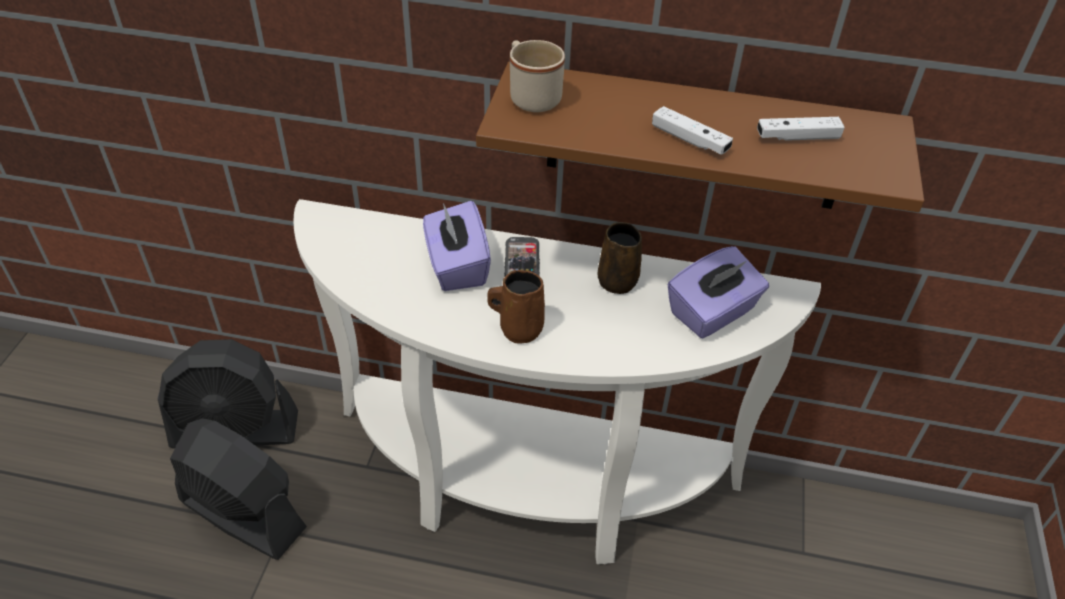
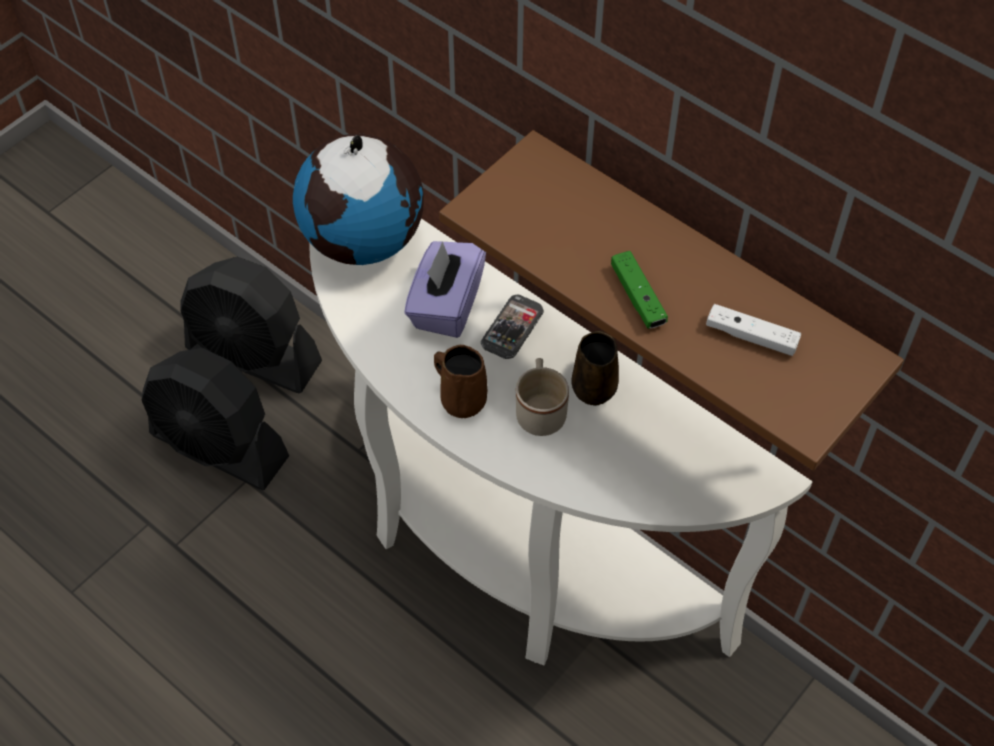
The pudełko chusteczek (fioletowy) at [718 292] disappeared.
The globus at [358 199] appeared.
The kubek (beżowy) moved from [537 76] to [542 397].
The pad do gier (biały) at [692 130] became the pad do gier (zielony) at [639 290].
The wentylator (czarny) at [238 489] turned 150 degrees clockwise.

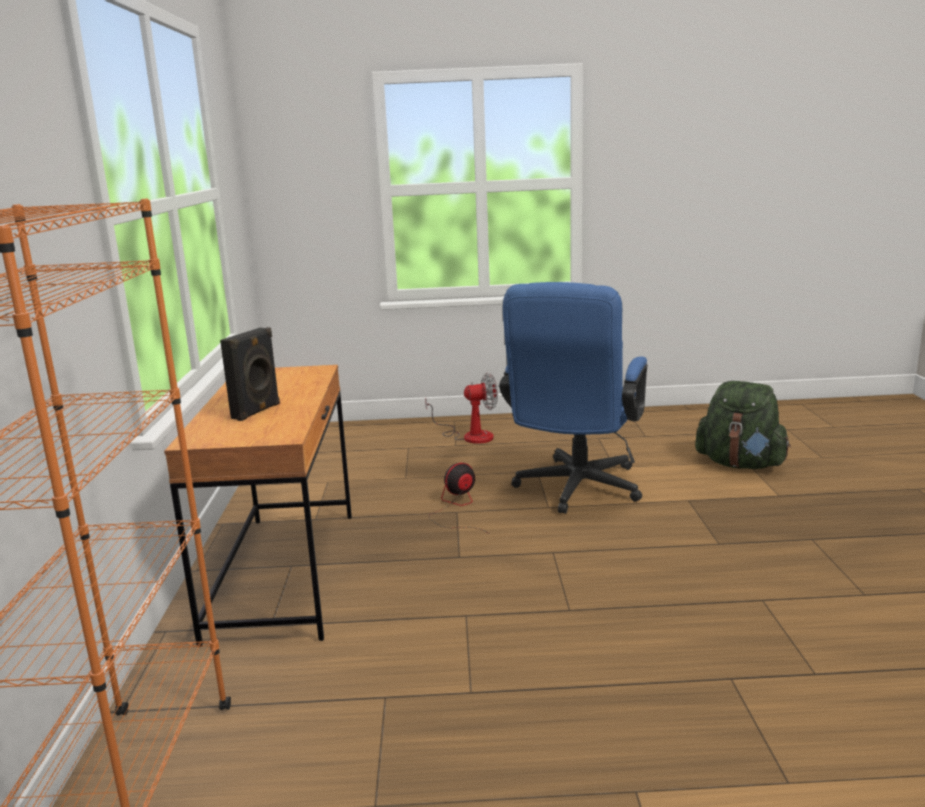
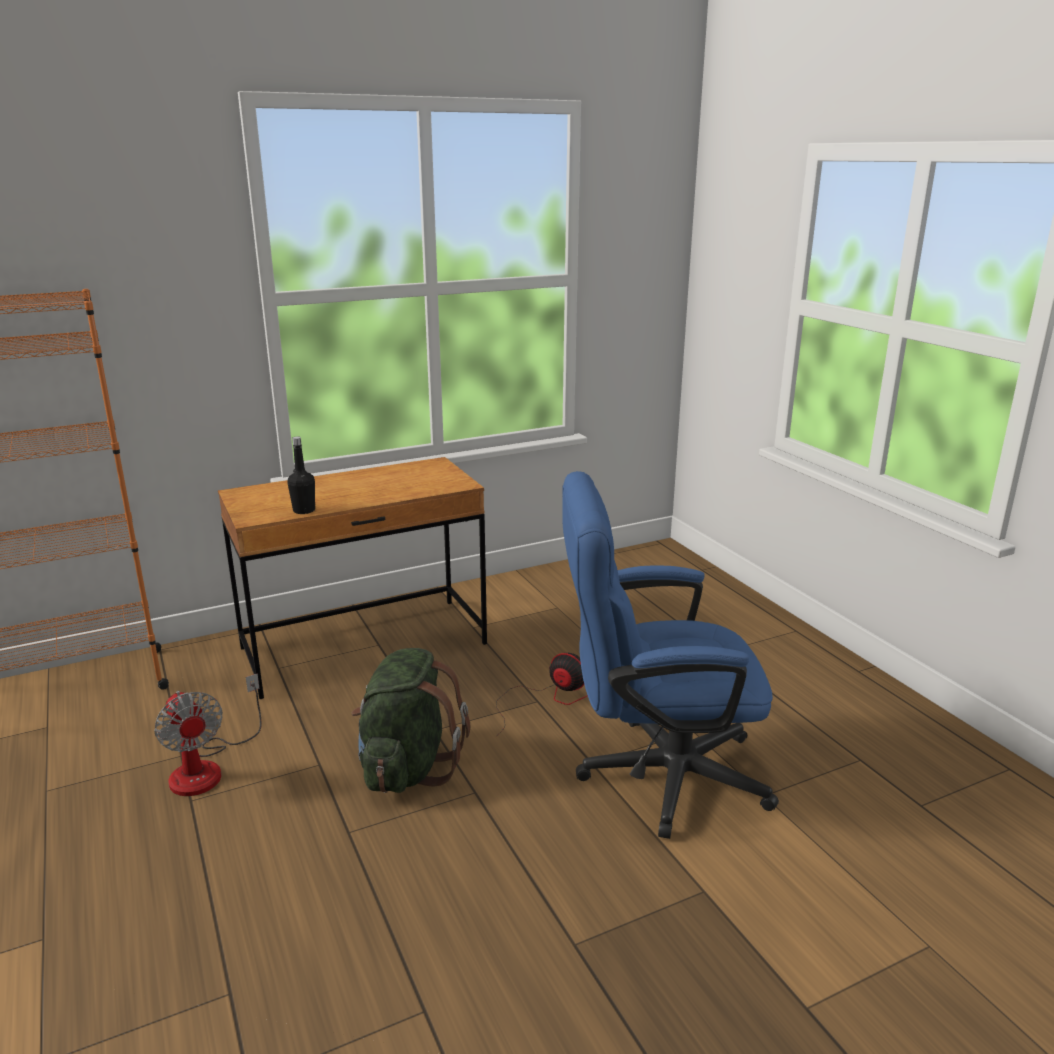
The głośnik (czarny) at [250 374] disappeared.
The butelka (czarny) at [301 475] appeared.
The wentylator moved from [461 408] to [207 735].
The plecak (zielony) moved from [743 425] to [411 720].

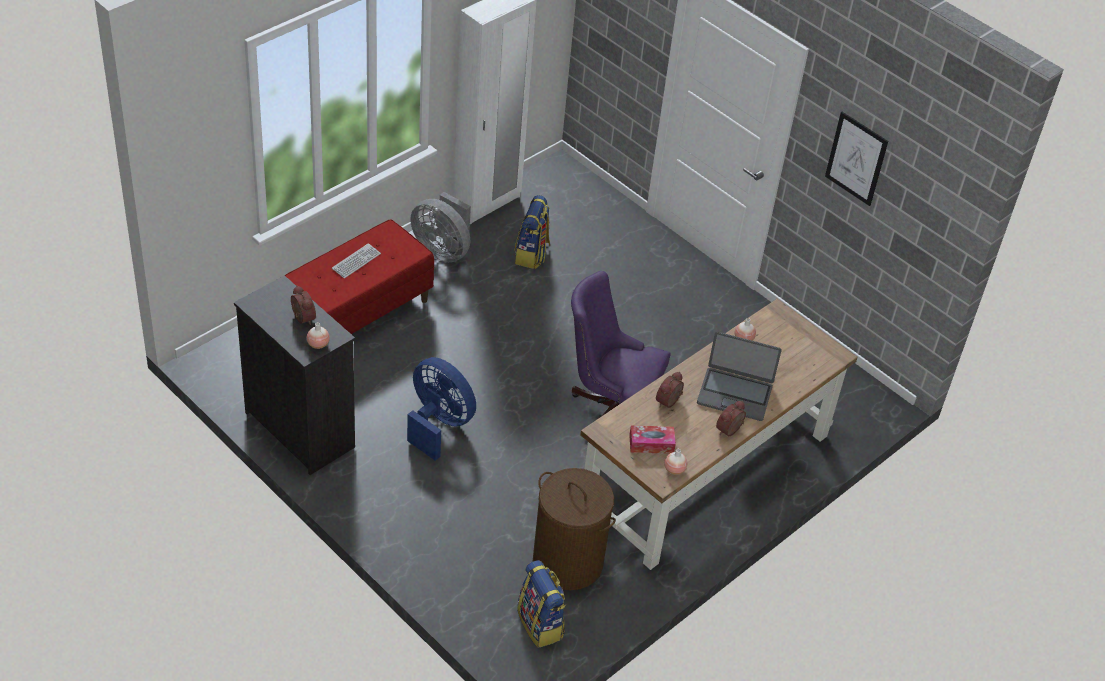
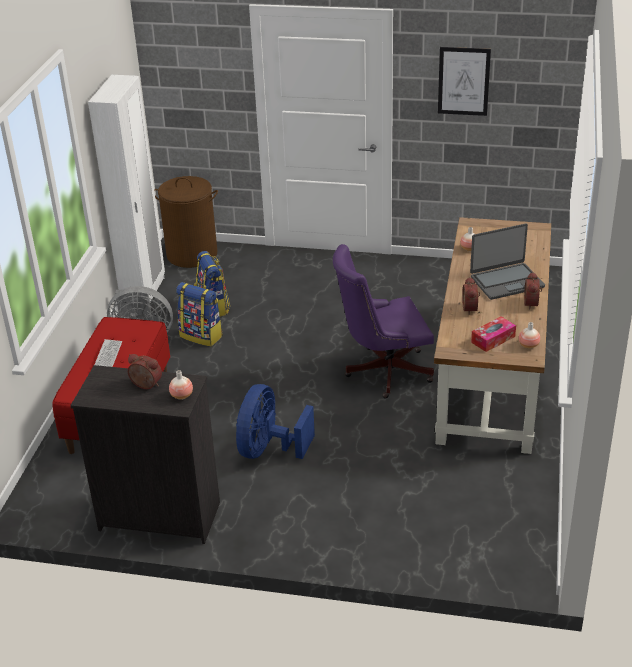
The plecak moved from [541 604] to [199 314].
The kosz na pranie (brązowy) moved from [574 529] to [186 222].
The wentylator (niebieski) at [441 409] turned 75 degrees counterclockwise.

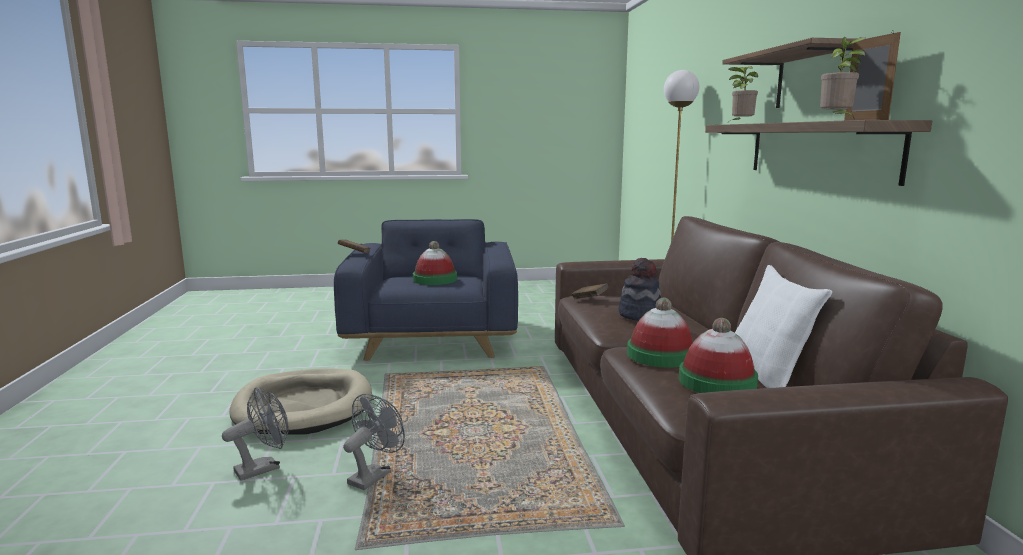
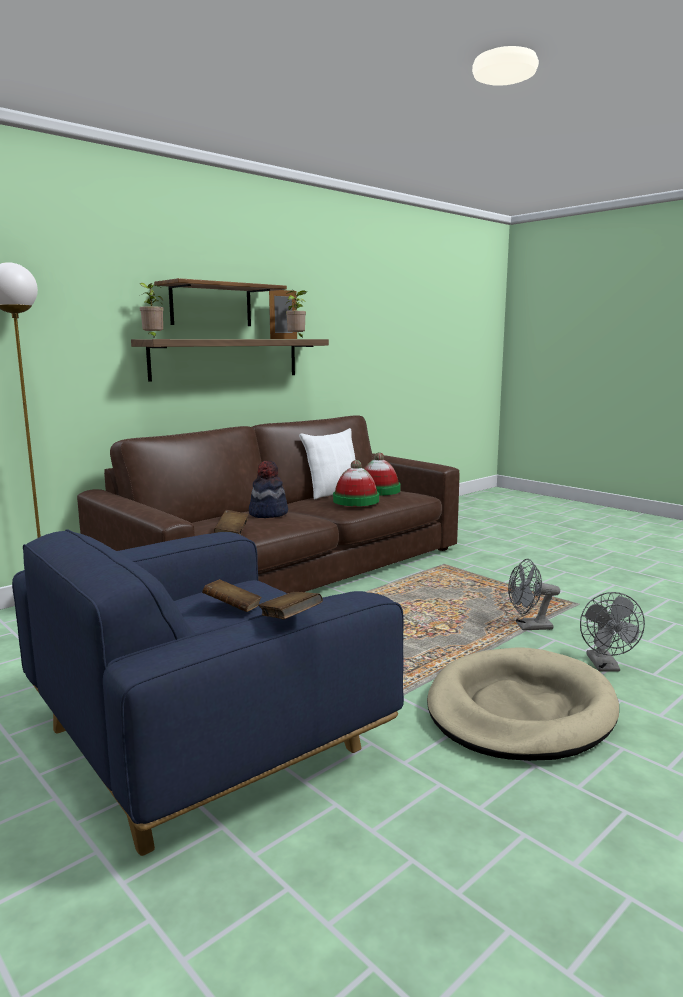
The kapelusz at [435 263] was replaced by the książka (brązowy) at [232 595].
The wentylator (szary) at [255 434] turned 105 degrees counterclockwise.

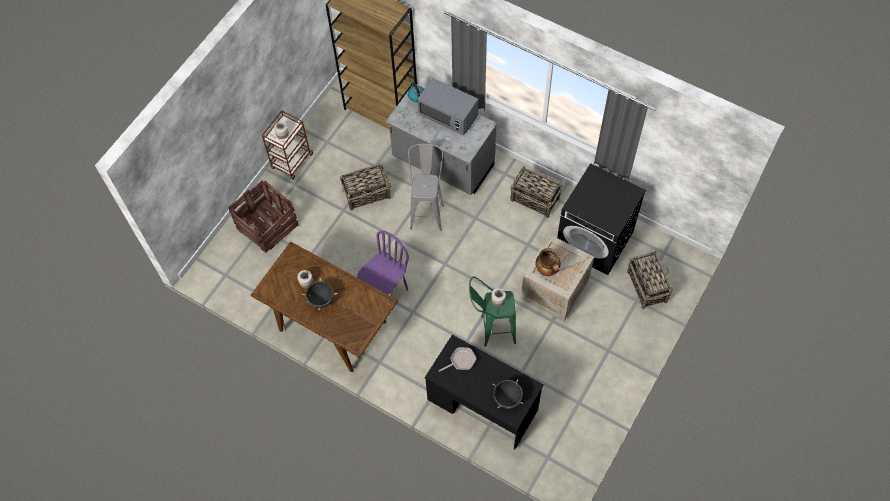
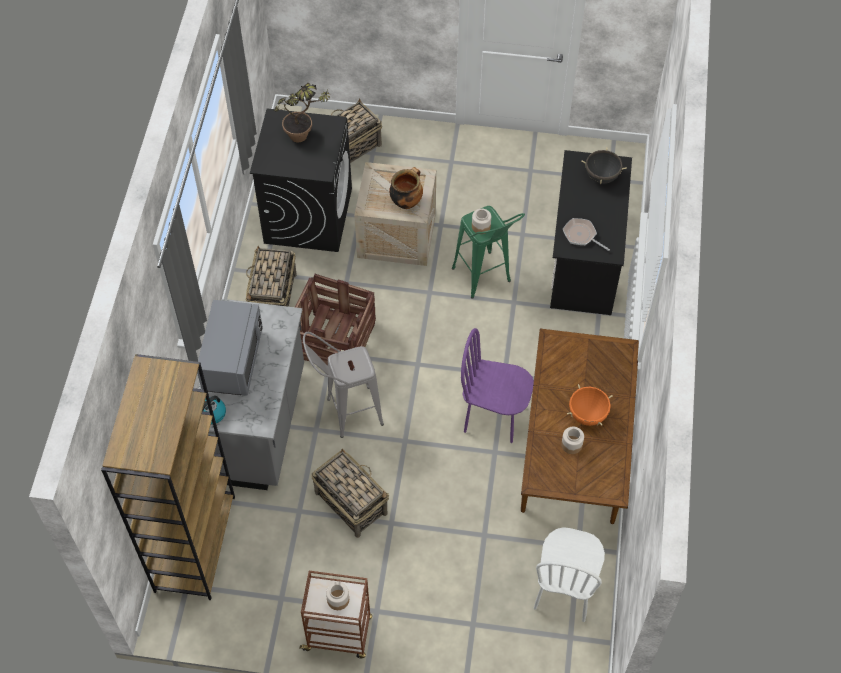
The roślina doniczkowa at [302 112] appeared.
The krzesło (biały) at [569 574] appeared.
The skrzynka moved from [263 217] to [335 322].
The garnek (czarny) at [319 293] became the garnek (pomarańczowy) at [590 405].

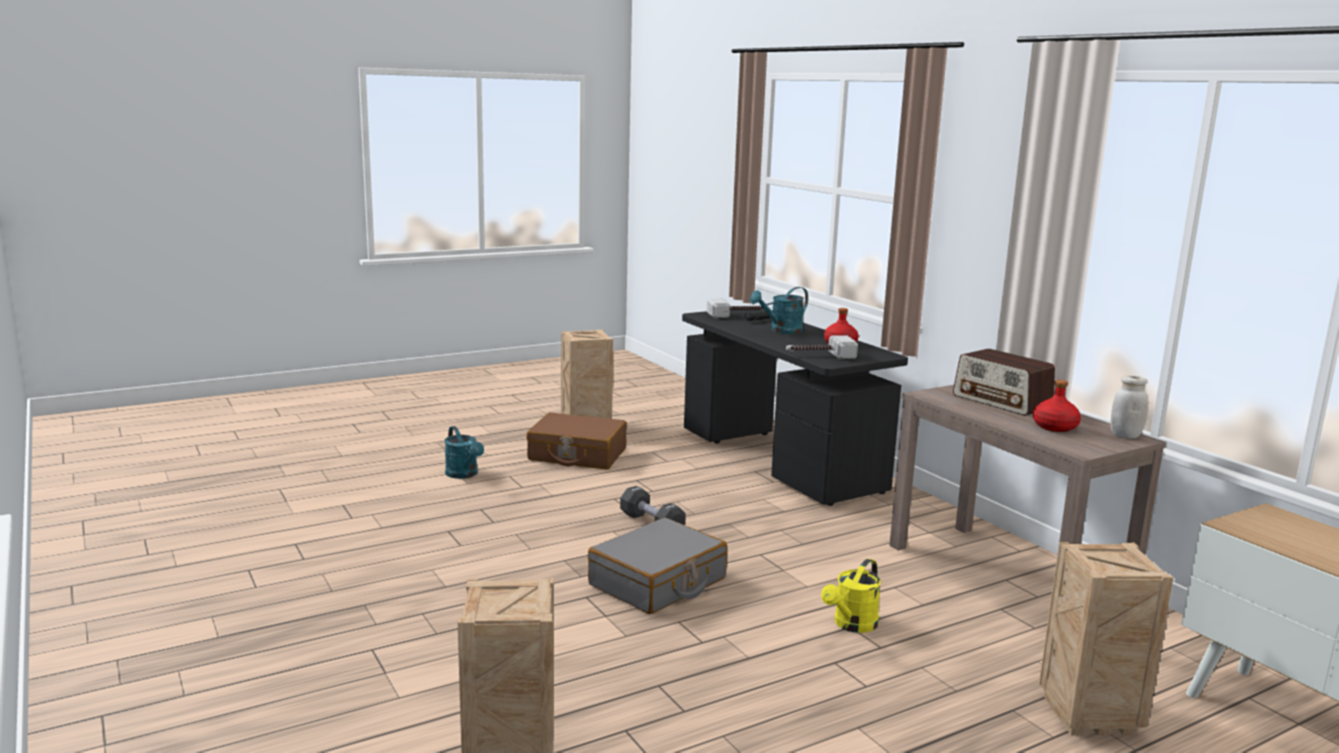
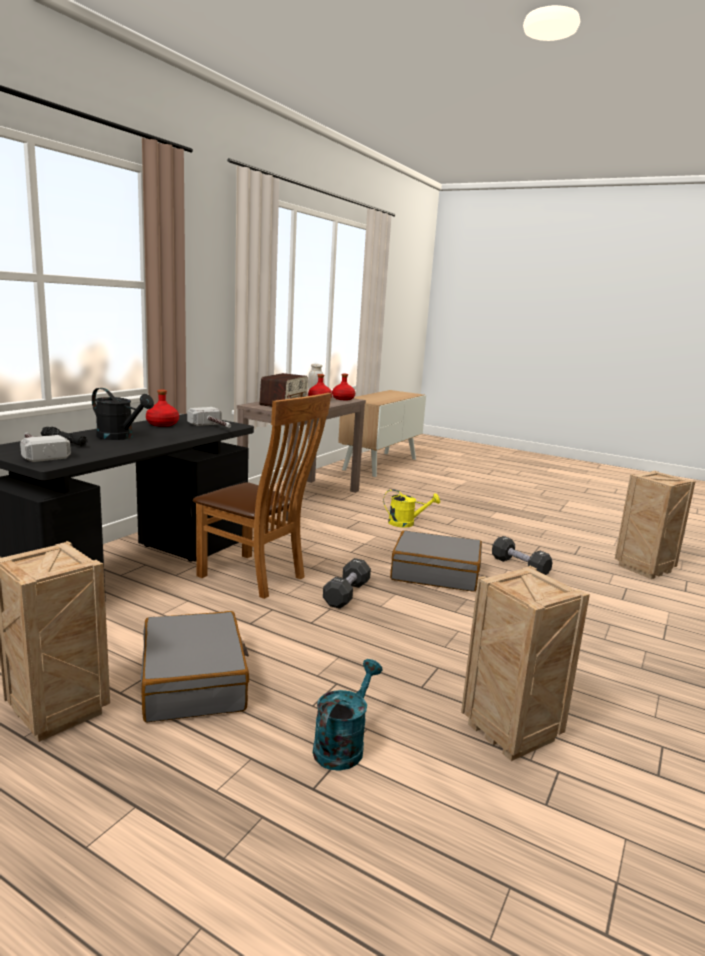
The krzesło (brązowy) at [262 496] appeared.
The butelka (czerwony) at [343 387] appeared.
The hantel (czarny) at [522 555] appeared.
The skrzynka moved from [1106 639] to [525 663].
The walizka (brązowy) at [576 440] became the walizka (szary) at [195 666].
The konewka (turkusowy) at [779 310] became the konewka (czarny) at [123 414].

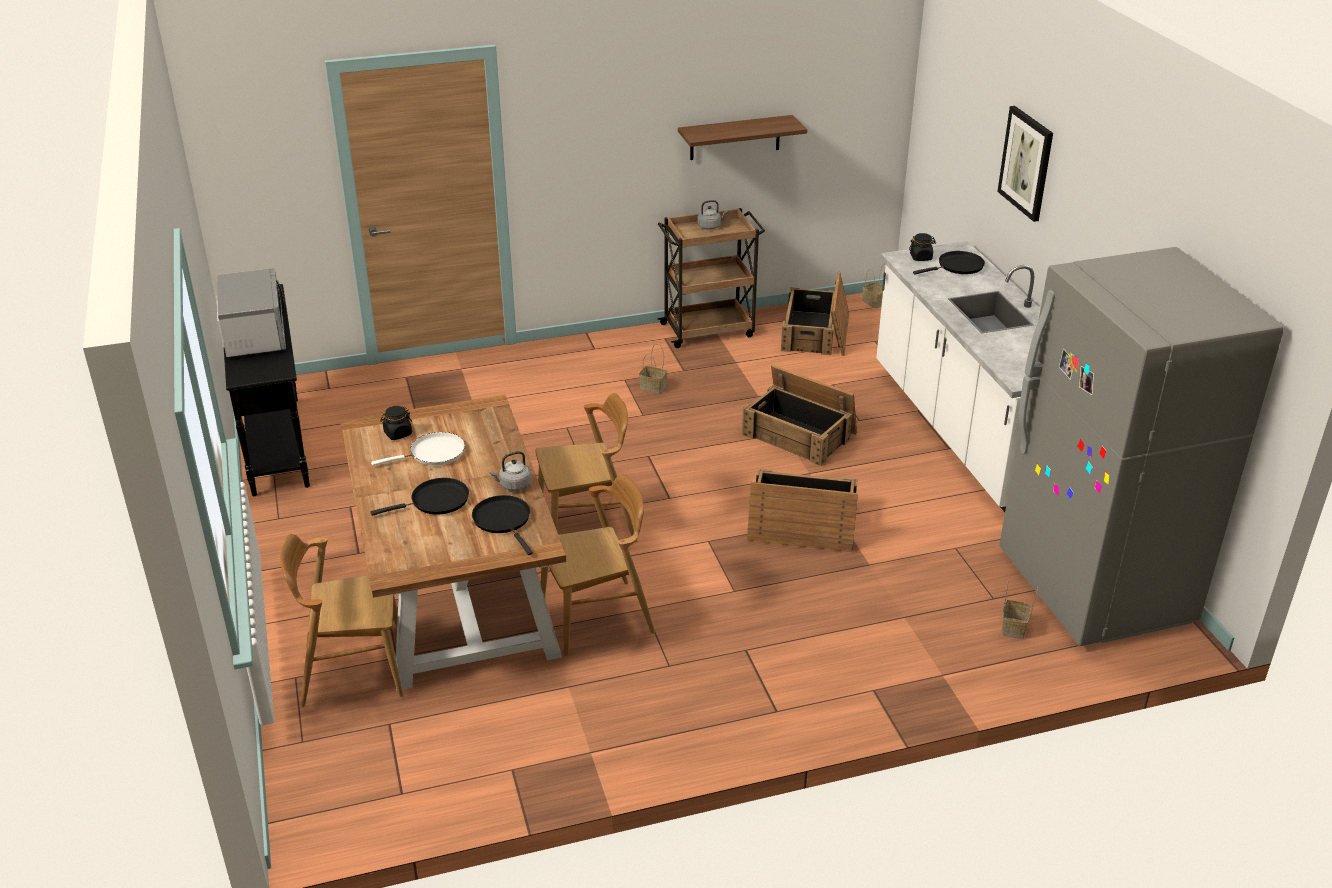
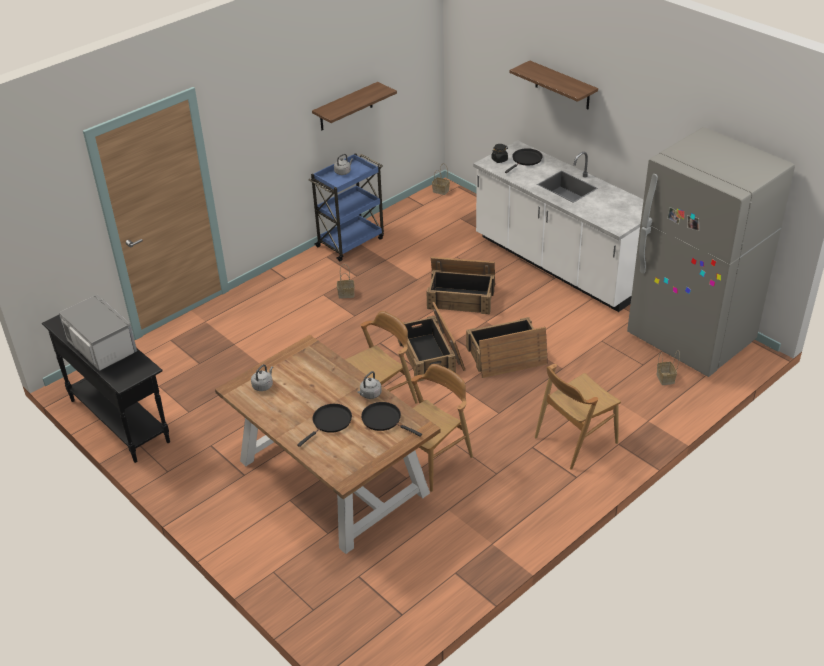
The patelnia (biały) at [418 449] disappeared.
The krzesło (brązowy) moved from [341 620] to [578 417].
The skrzynka moved from [815 314] to [431 342].
The słoik (czarny) at [396 423] was replaced by the czajnik (szary) at [262 377].
The obraz at [1025 164] was replaced by the półka at [553 85].
The wózek (brązowy) at [711 278] became the wózek (niebieski) at [346 207].

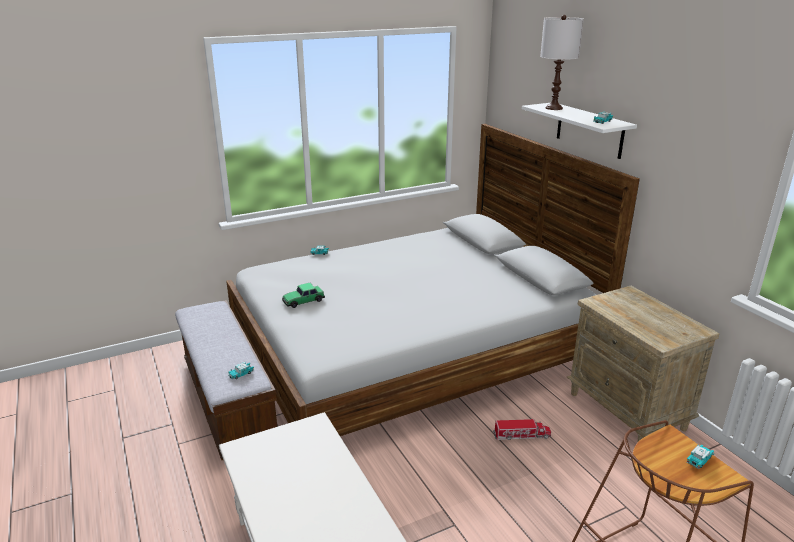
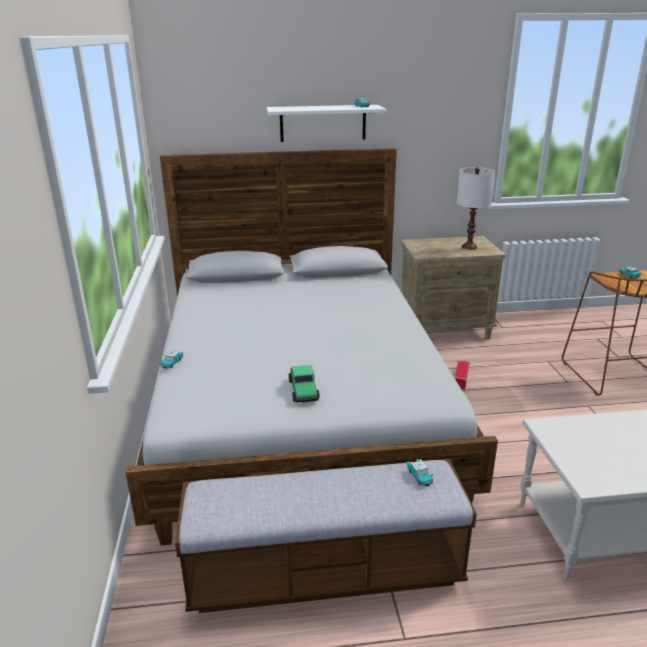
The lampa stołowa (biały) moved from [562 62] to [476 208].

